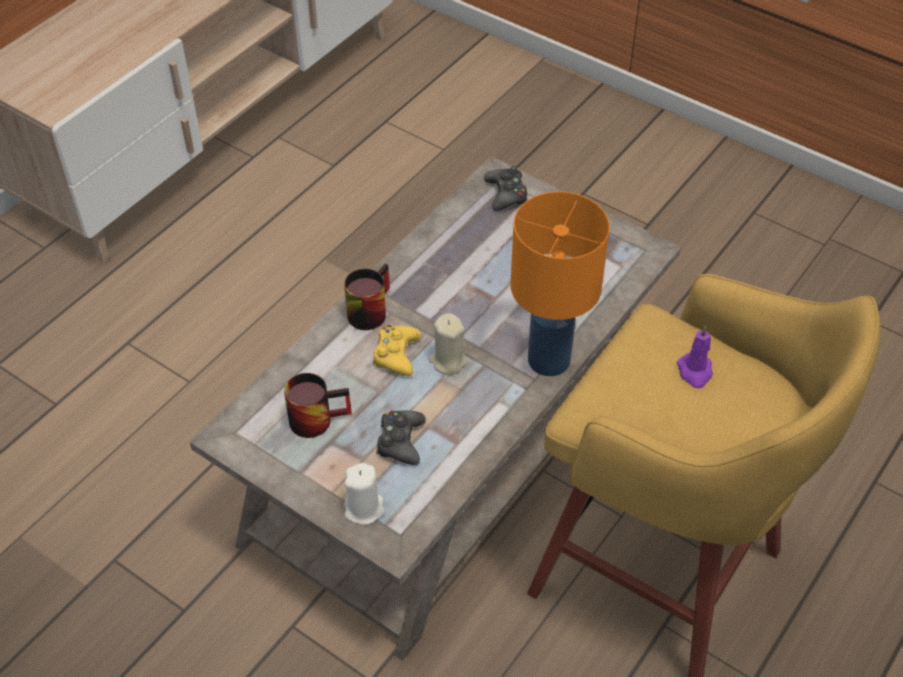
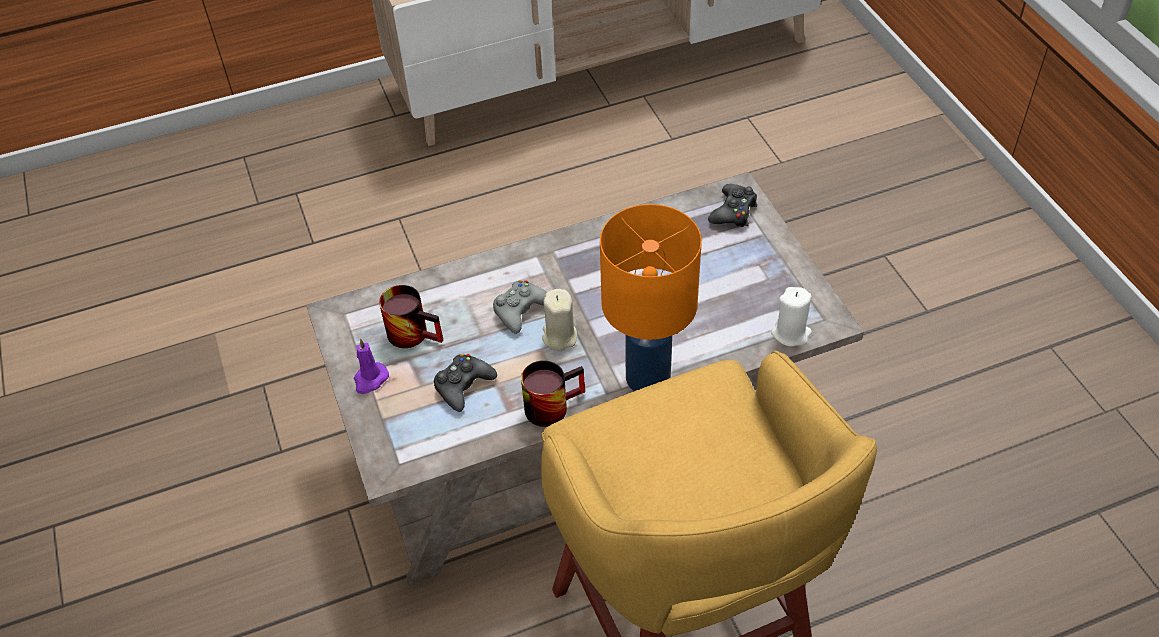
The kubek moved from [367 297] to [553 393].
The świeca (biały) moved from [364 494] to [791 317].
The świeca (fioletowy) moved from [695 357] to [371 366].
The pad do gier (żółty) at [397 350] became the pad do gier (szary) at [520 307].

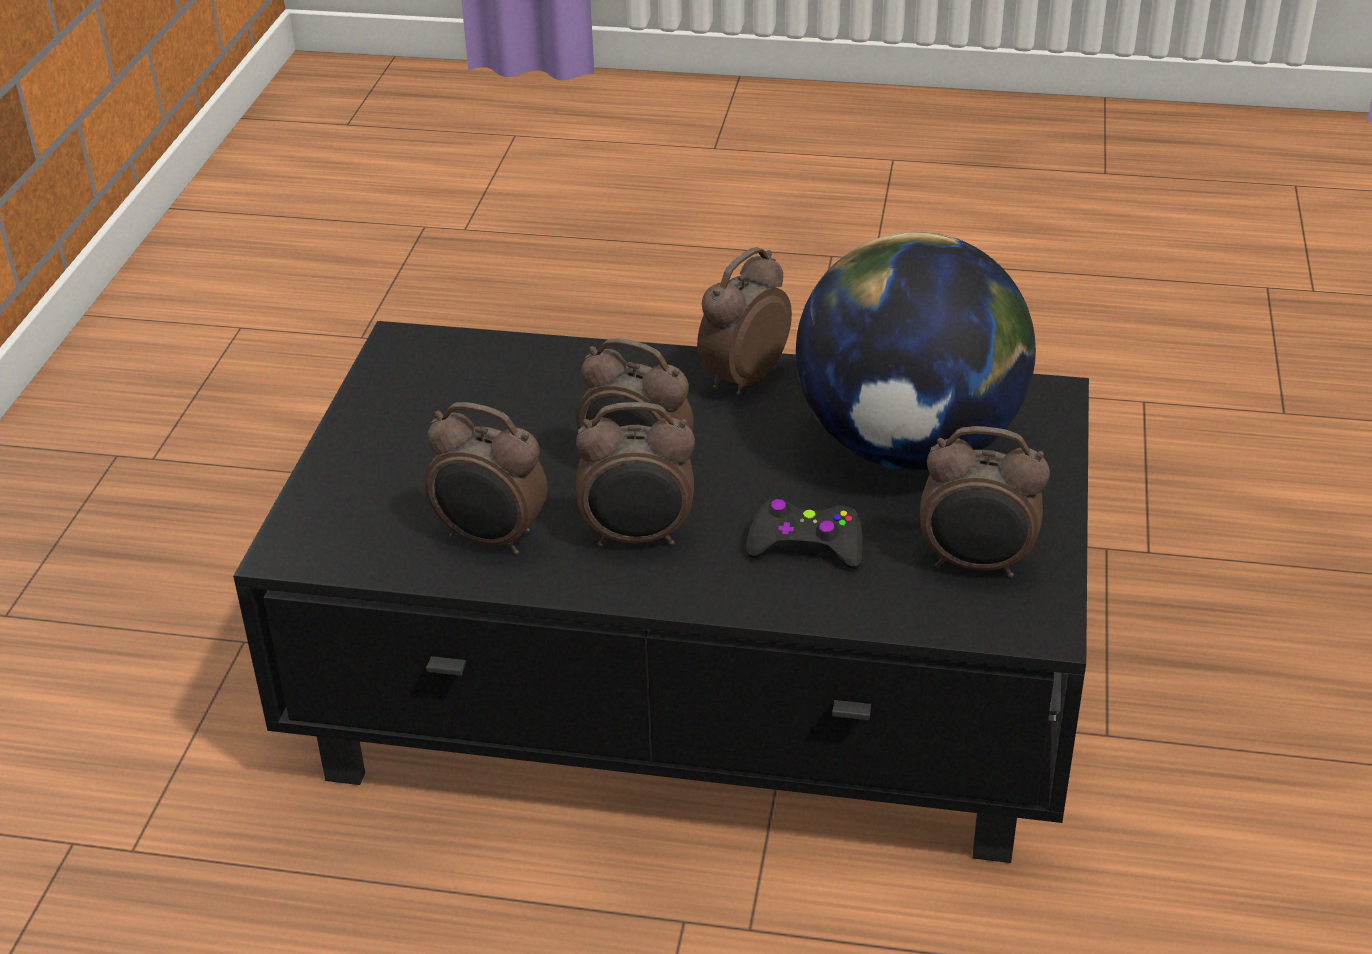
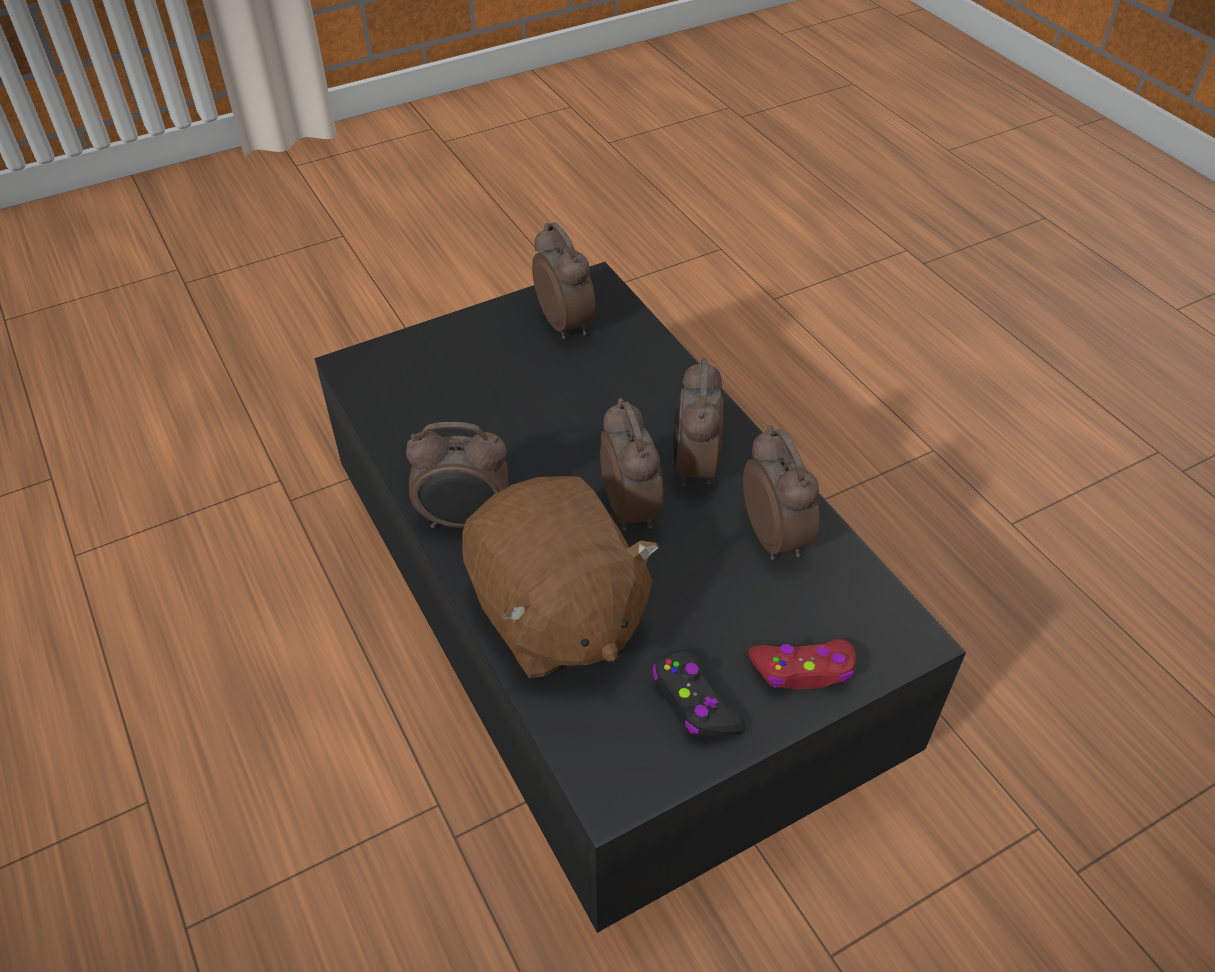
The globus at [916 351] disappeared.
The pluszak (brązowy) at [560 577] appeared.
The pad do gier (czerwony) at [802 664] appeared.
The pad do gier (czarny) moved from [804 534] to [699 693].
The budzik at [635 474] turned 135 degrees counterclockwise.

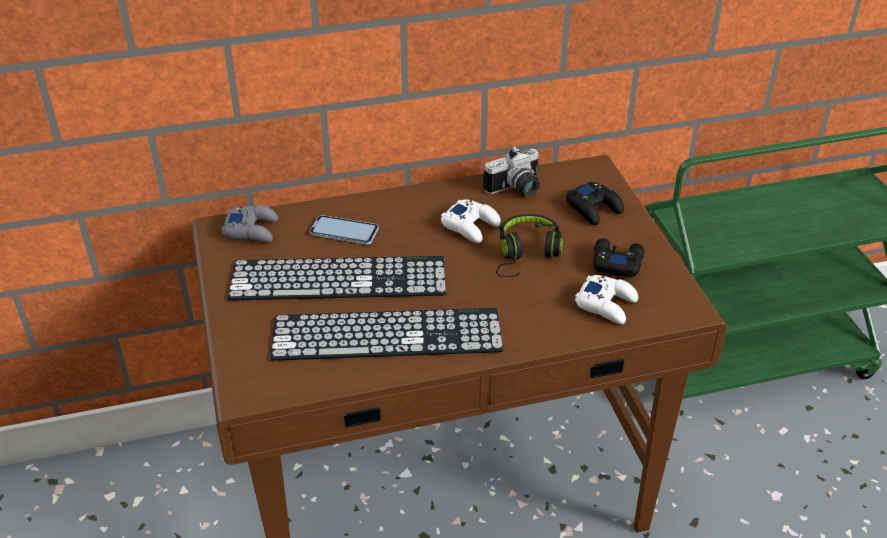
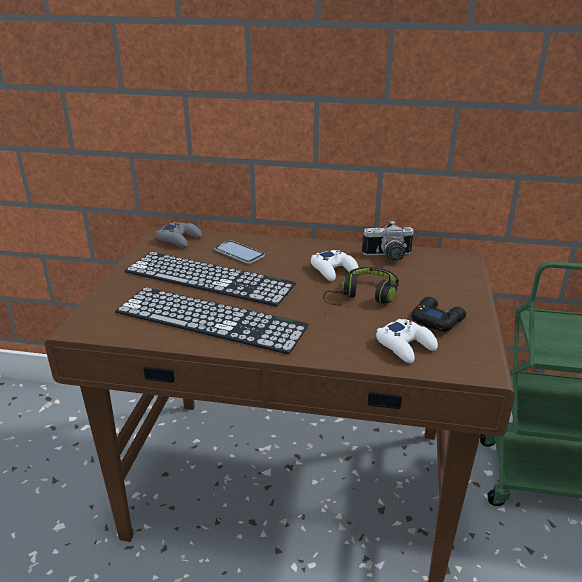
The pad do gier (czarny) at [595 203] disappeared.

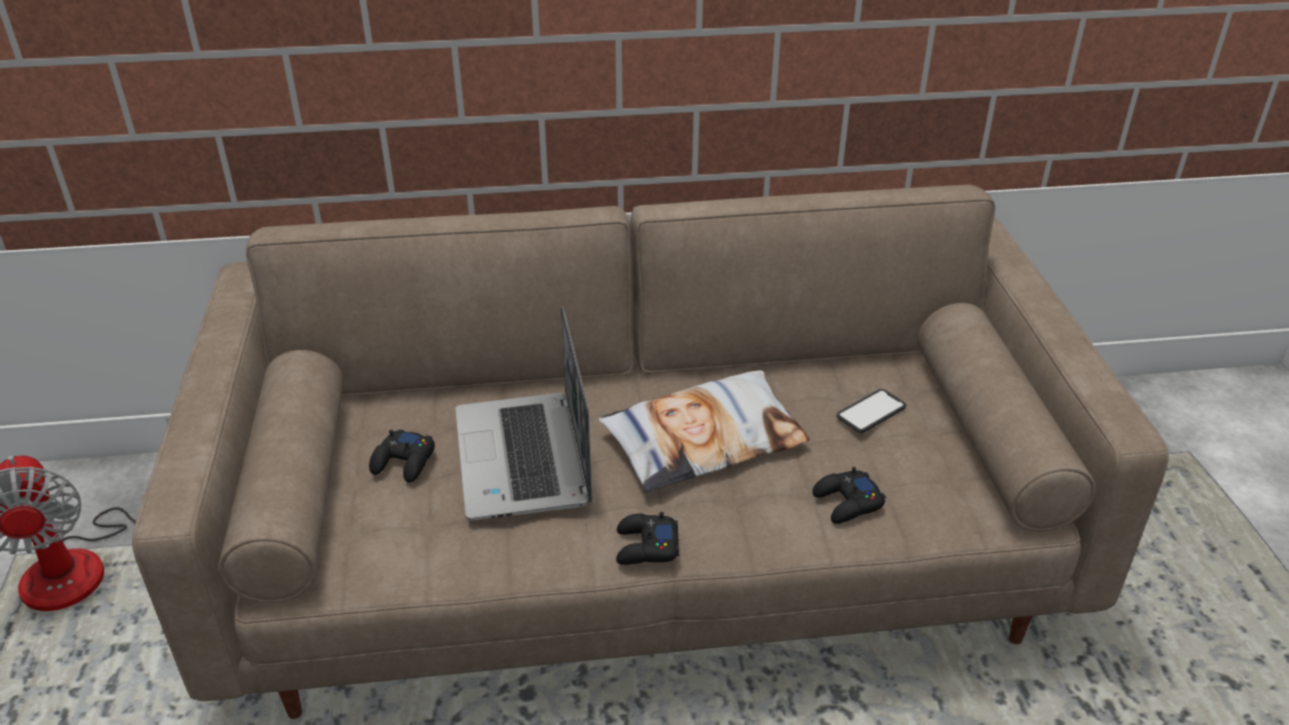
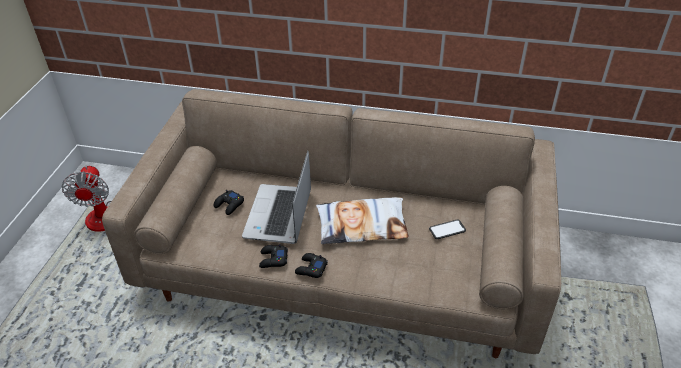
The pad do gier (czarny) moved from [849 495] to [273 256].

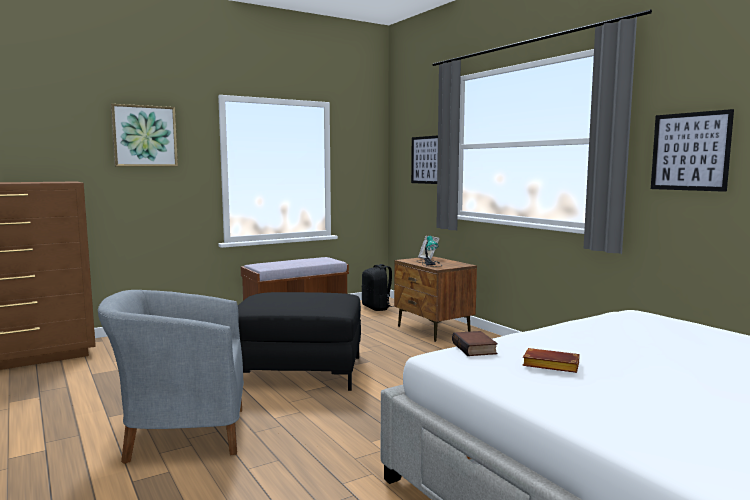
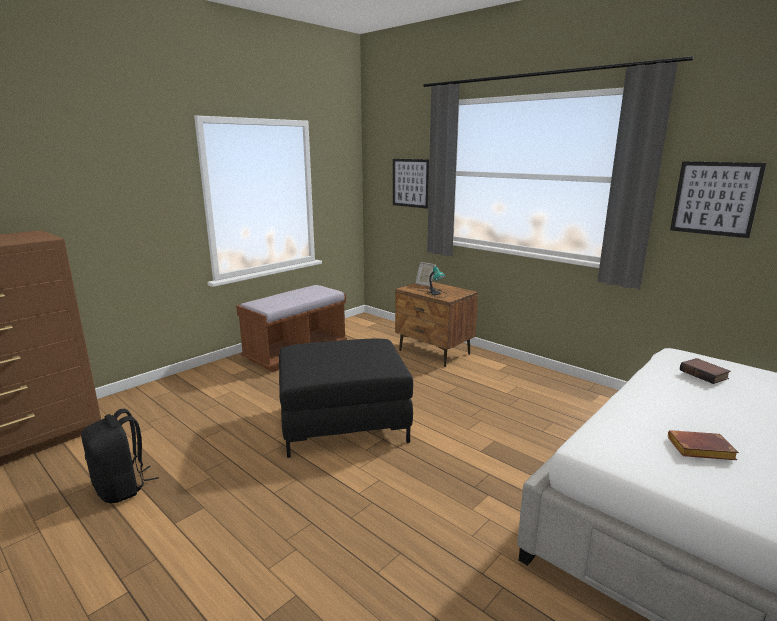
The fotel (szary) at [171 377] disappeared.
The obraz at [144 135] disappeared.
The plecak (czarny) moved from [378 287] to [120 456].
The książka moved from [475 343] to [705 371].

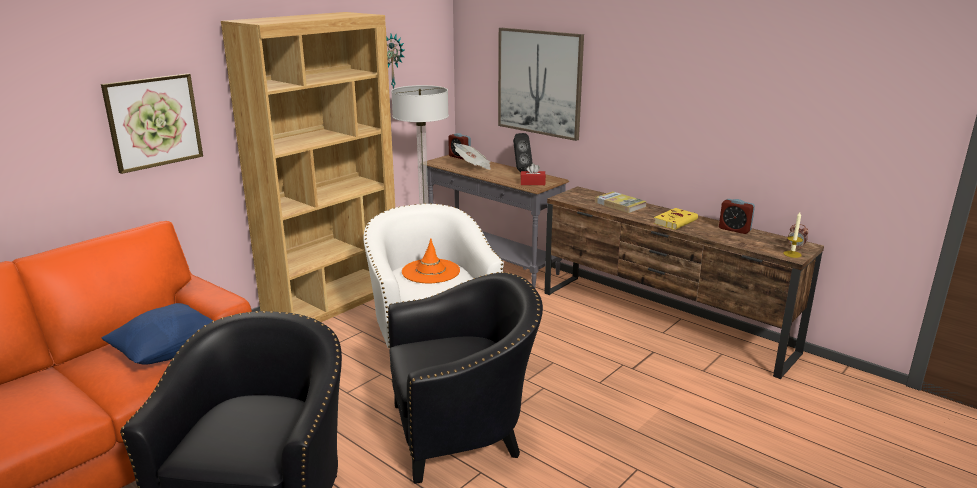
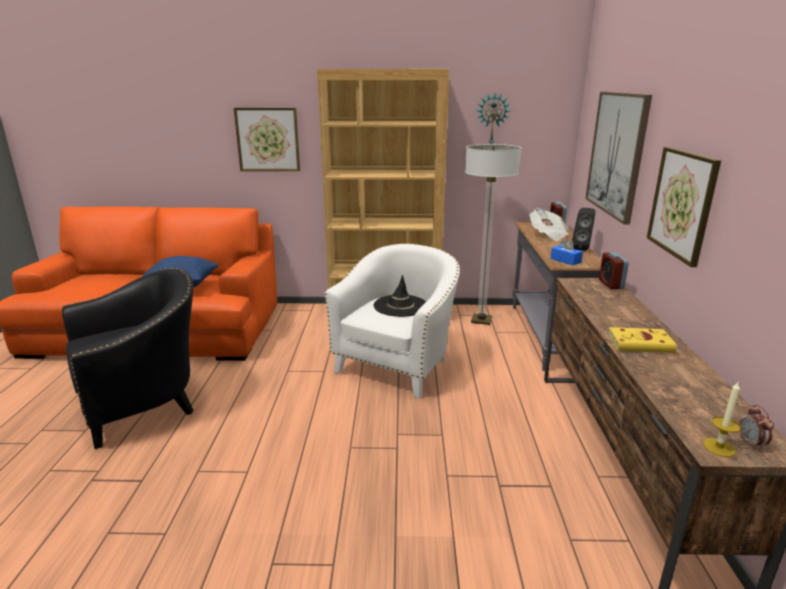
The fotel (czarny) at [465 378] disappeared.
The książka at [621 202] disappeared.
The obraz at [684 207] appeared.
The budzik moved from [737 216] to [614 270].
The kapelusz (pomarańczowy) at [431 260] became the kapelusz (czarny) at [400 296].
The pudełko chusteczek (czerwony) at [533 174] became the pudełko chusteczek (niebieski) at [566 252].

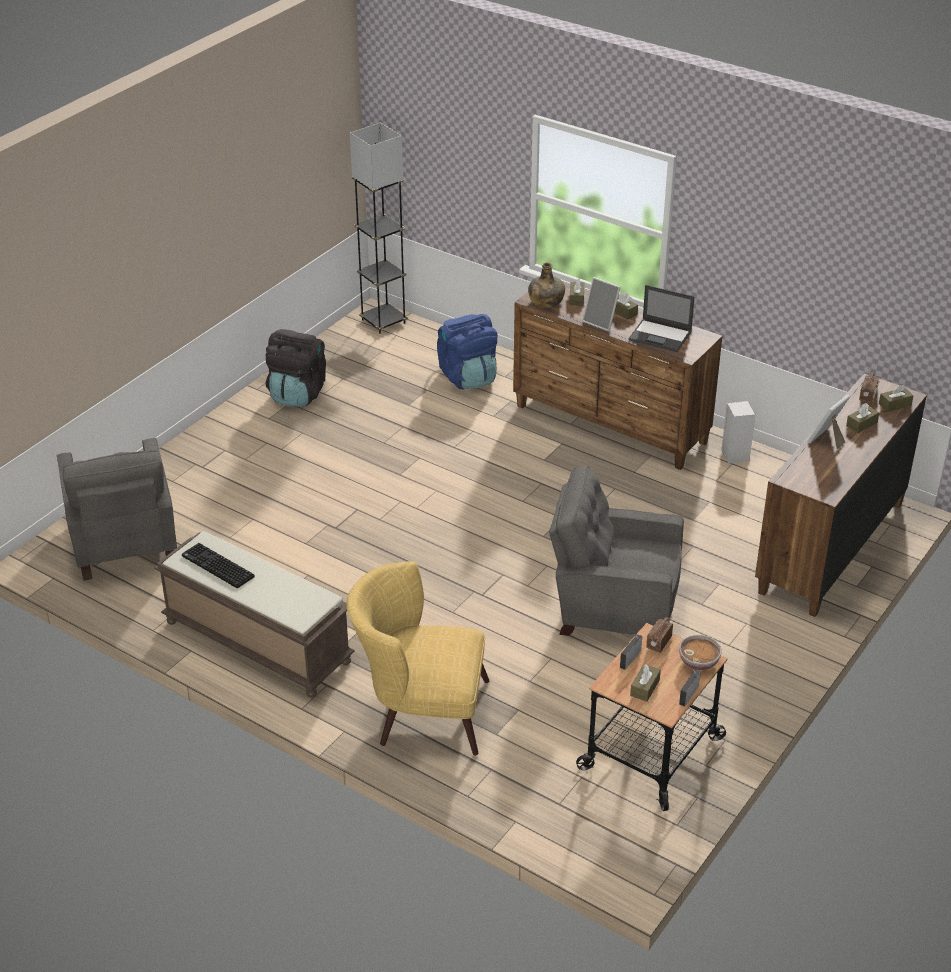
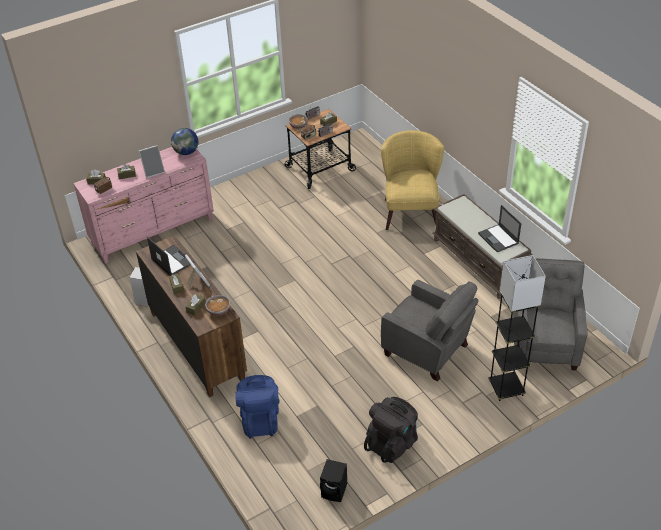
The globus at [184 141] appeared.
The głośnik (czarny) at [333 480] appeared.
The lampa stojąca (szary) moved from [379 228] to [517 328].
The fotel (szary) moved from [616 551] to [430 331].
The klawiatura at [218 565] was replaced by the laptop at [499 228].
The butelka (zielony) at [546 285] was replaced by the miska at [217 305].
The komoda (brązowy) at [841 495] became the komoda (różowy) at [143 205].
The fotel (żółty) at [417 658] turned 120 degrees counterclockwise.

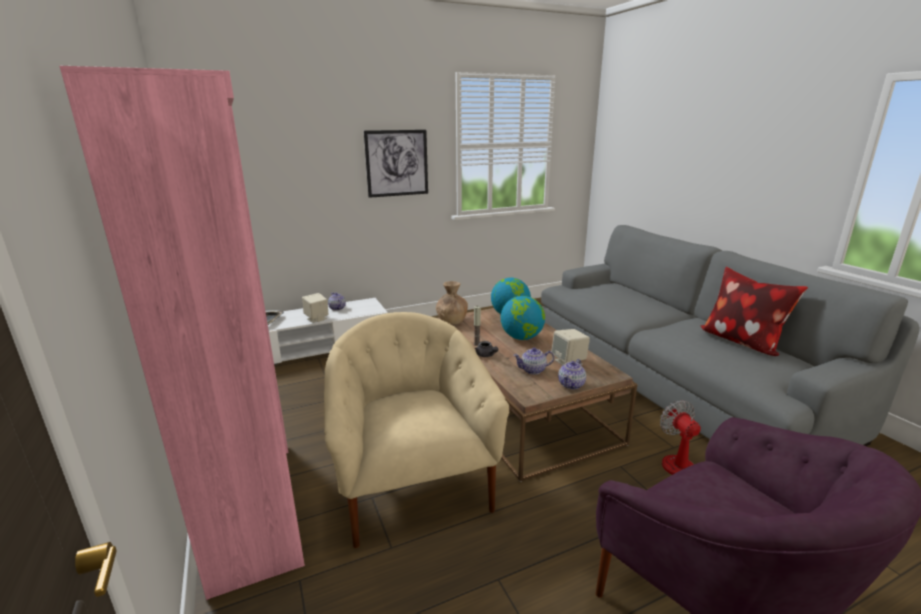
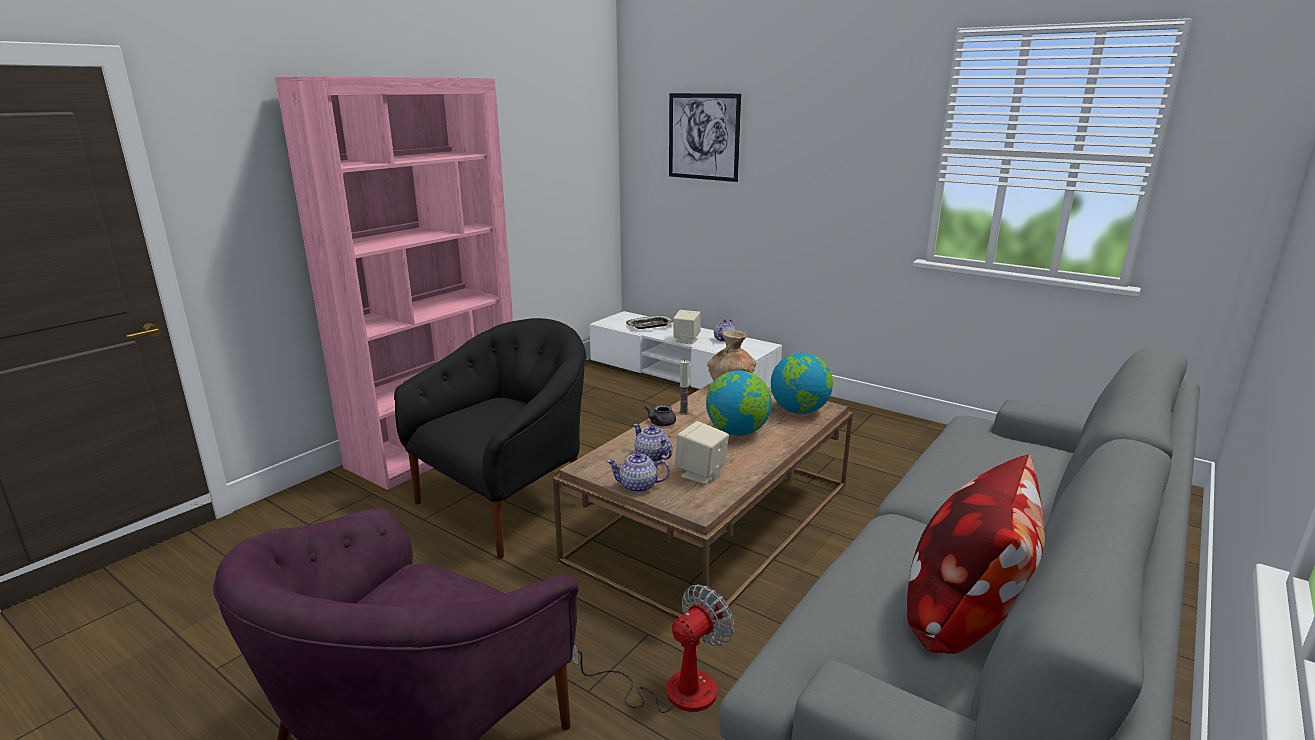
The obraz moved from [396 164] to [705 137].
The fotel (beżowy) at [416 430] became the fotel (czarny) at [494 438].

